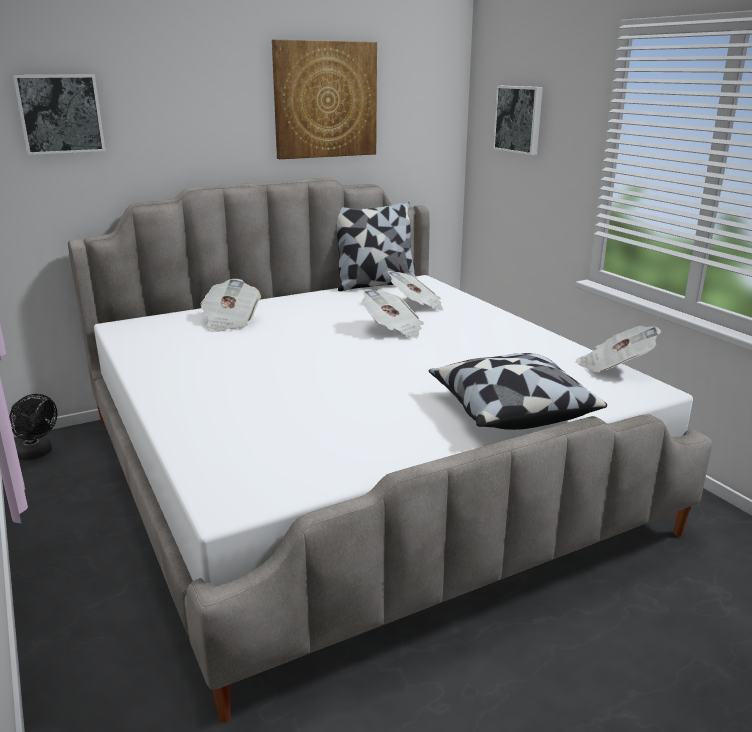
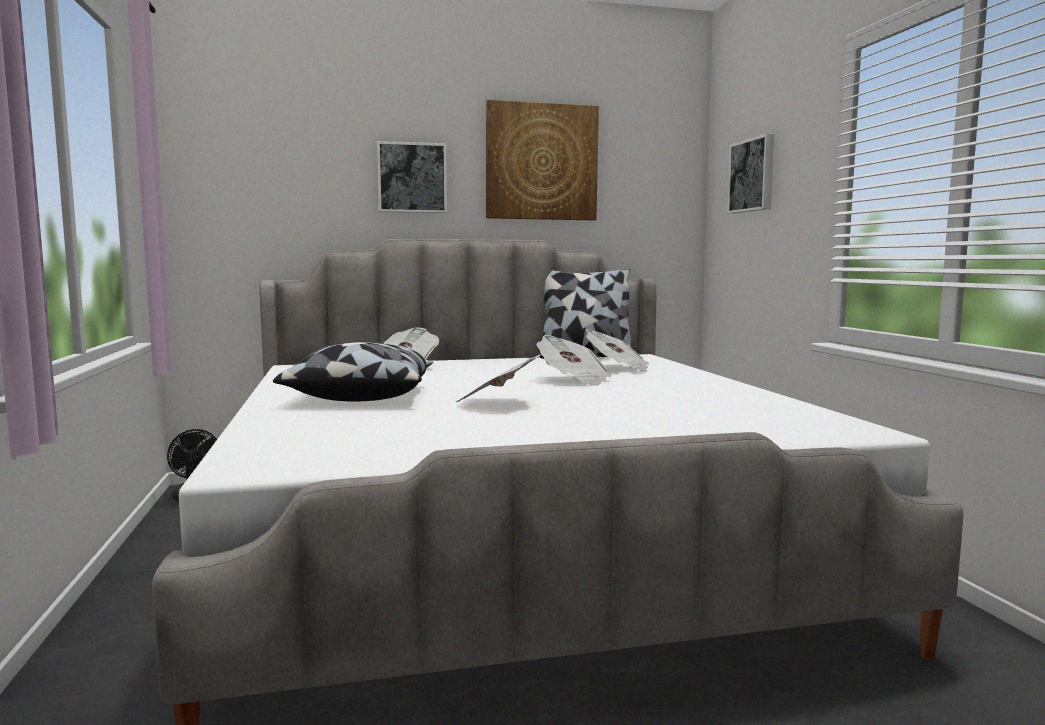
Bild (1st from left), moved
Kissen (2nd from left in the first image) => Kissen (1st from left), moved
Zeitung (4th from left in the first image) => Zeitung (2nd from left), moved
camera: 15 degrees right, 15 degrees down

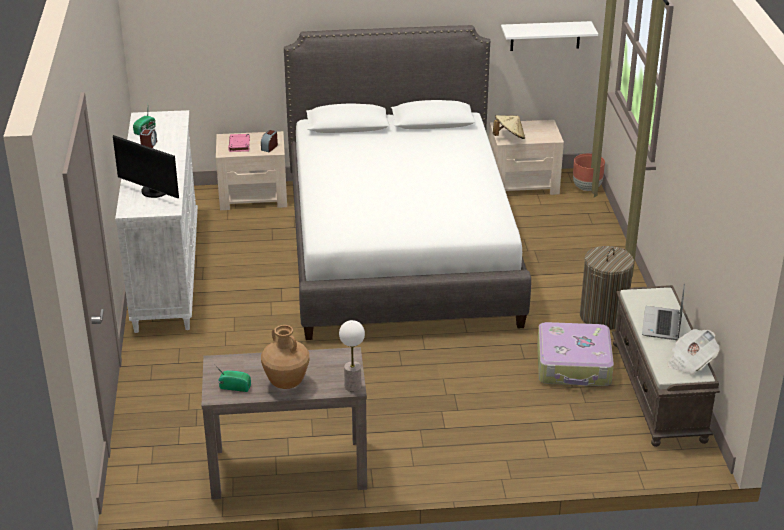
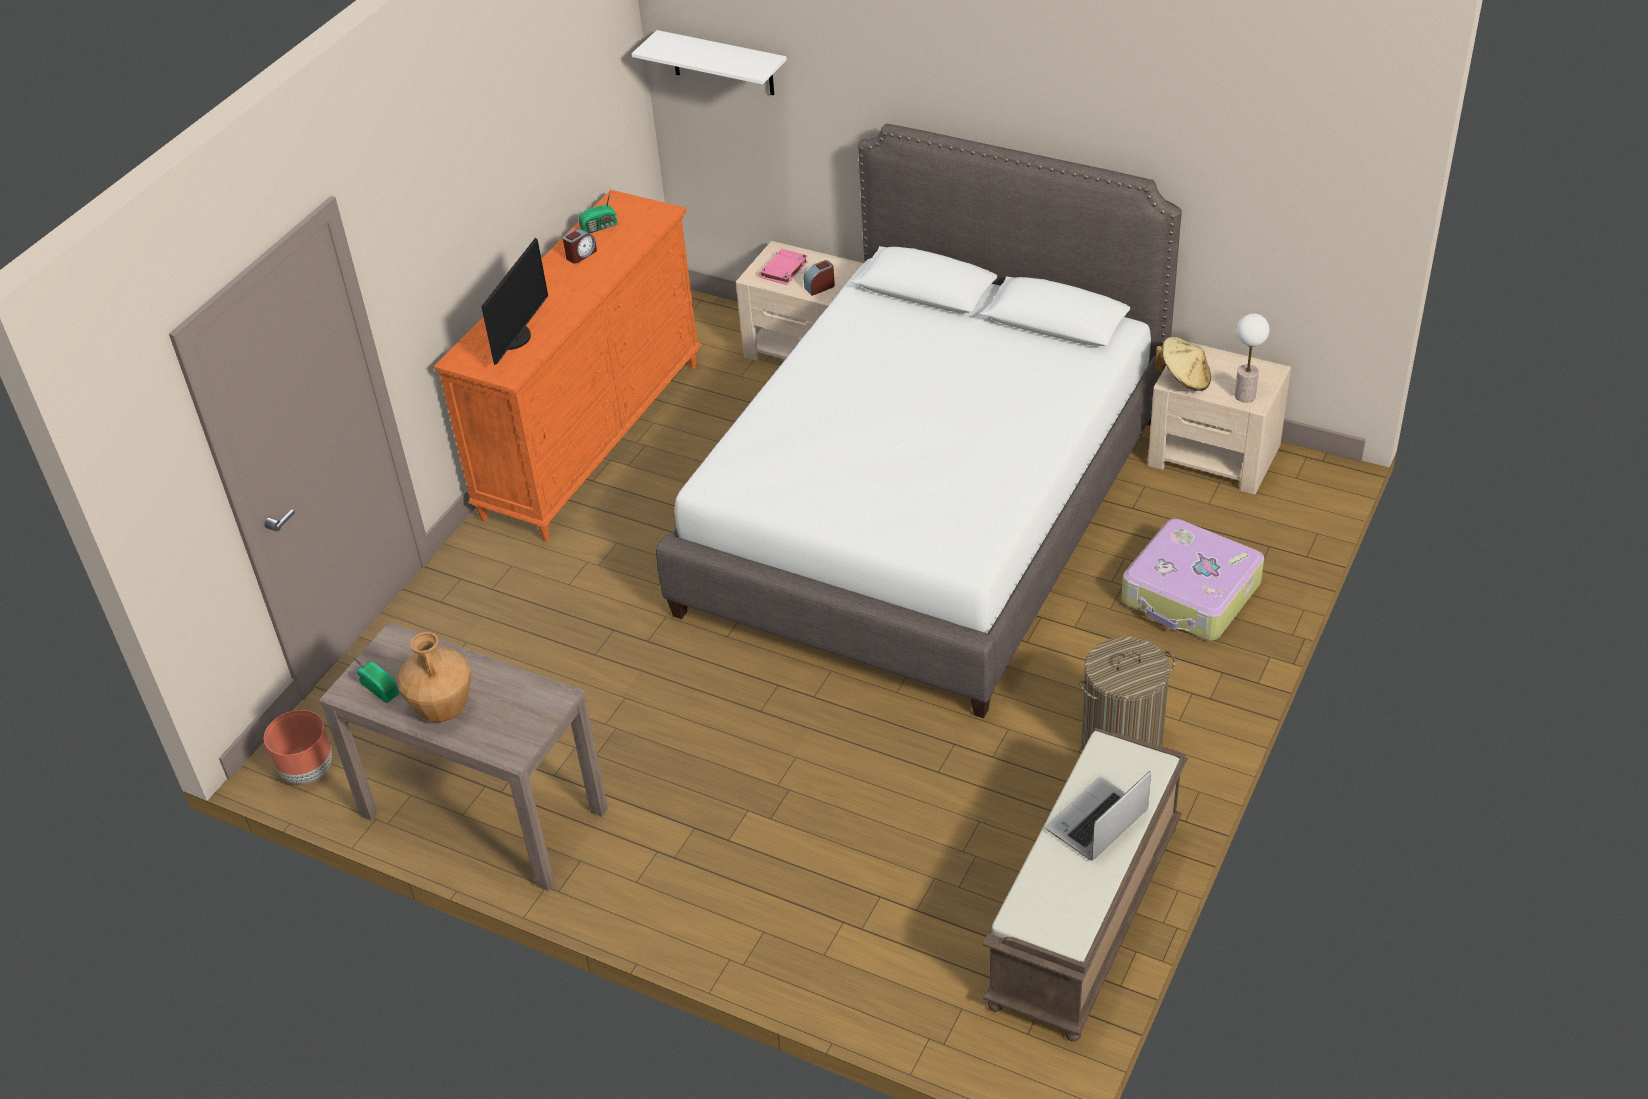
Monitor, 135 degrees counterclockwise
Kommode [weiß] => Kommode [orange]
Tischlampe, moved
Wandregal [weiß], moved
Koffer, moved
Pflanzkübel [braun], moved
Zeitung => nothing
camera: 35 degrees right, 10 degrees up

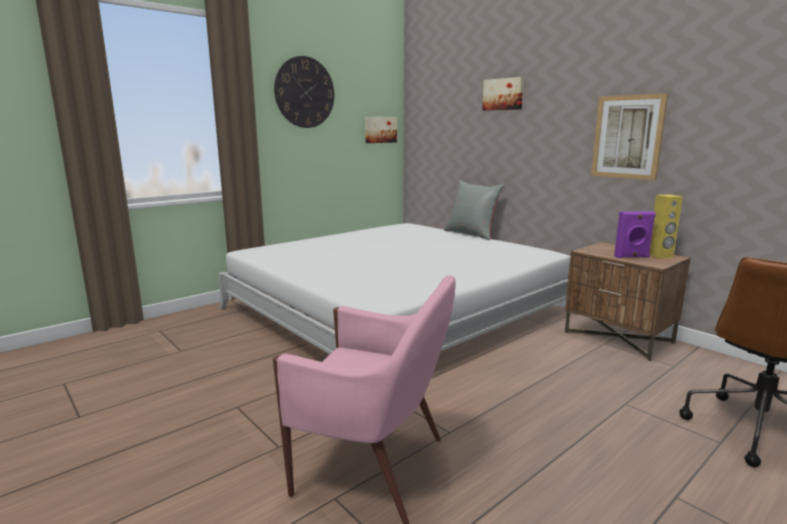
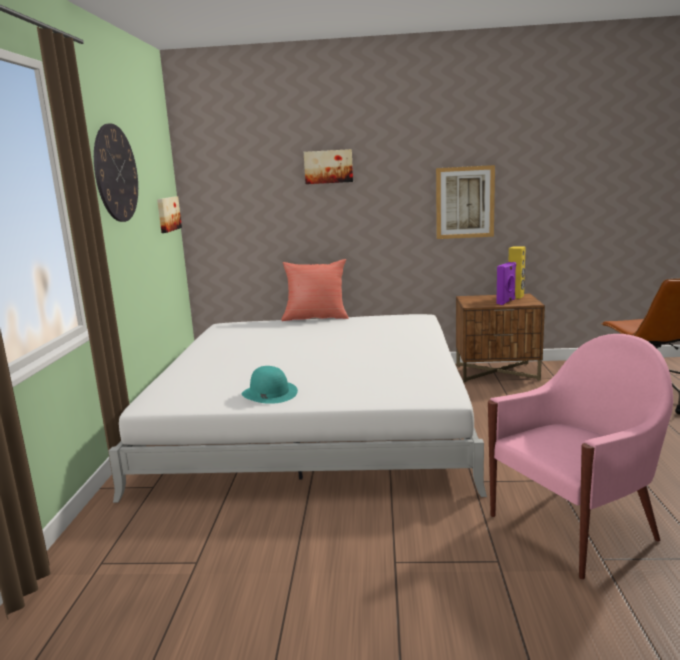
Kissen [grau] => Kissen [rot]
nothing => Hut [türkis]
camera: 45 degrees left, 0 degrees up

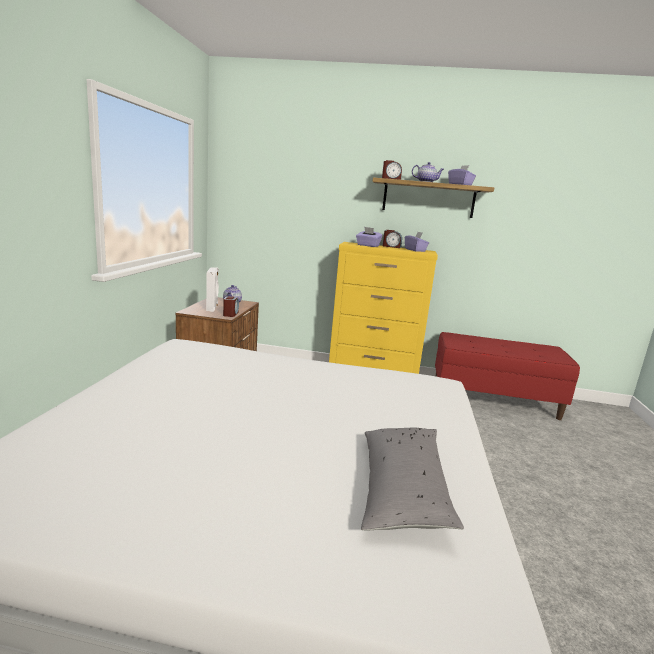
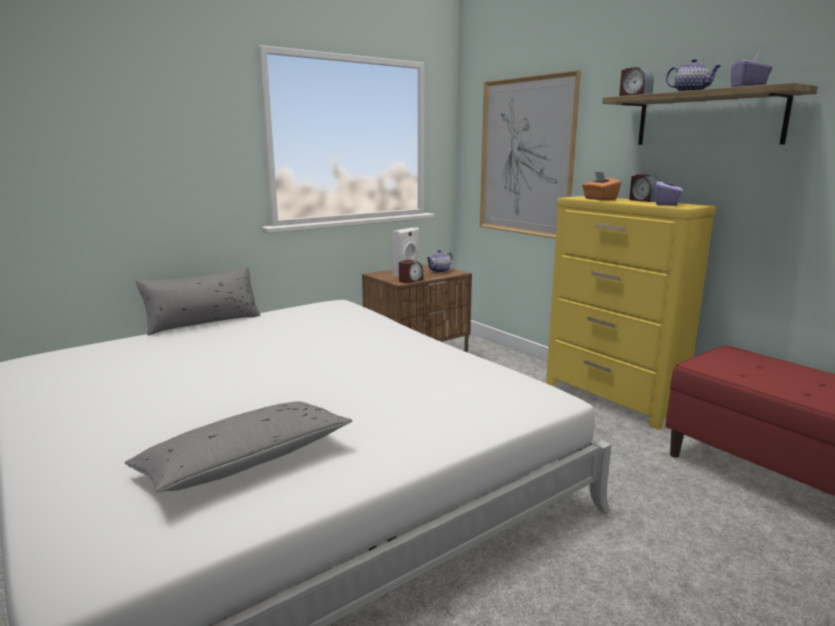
Taschentuchbox [lila] (1st from left) => Taschentuchbox [orange]
nothing => Kissen [grau] (1st from left)
nothing => Bild
camera: 45 degrees right, 0 degrees up

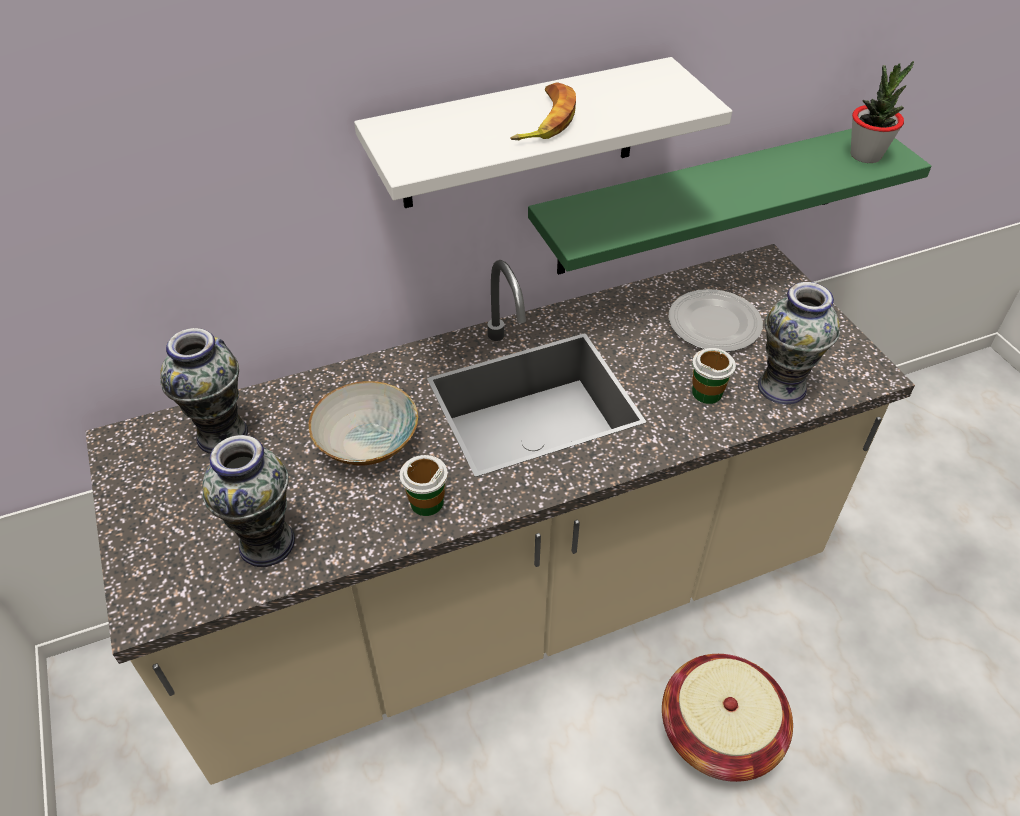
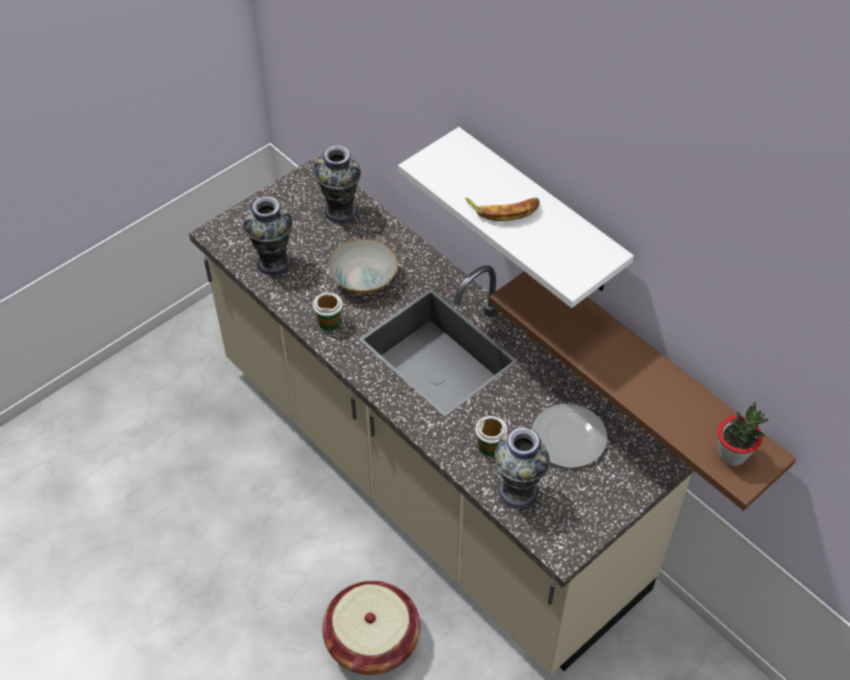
Wandregal [grün] => Wandregal [braun]
camera: 70 degrees right, 5 degrees up

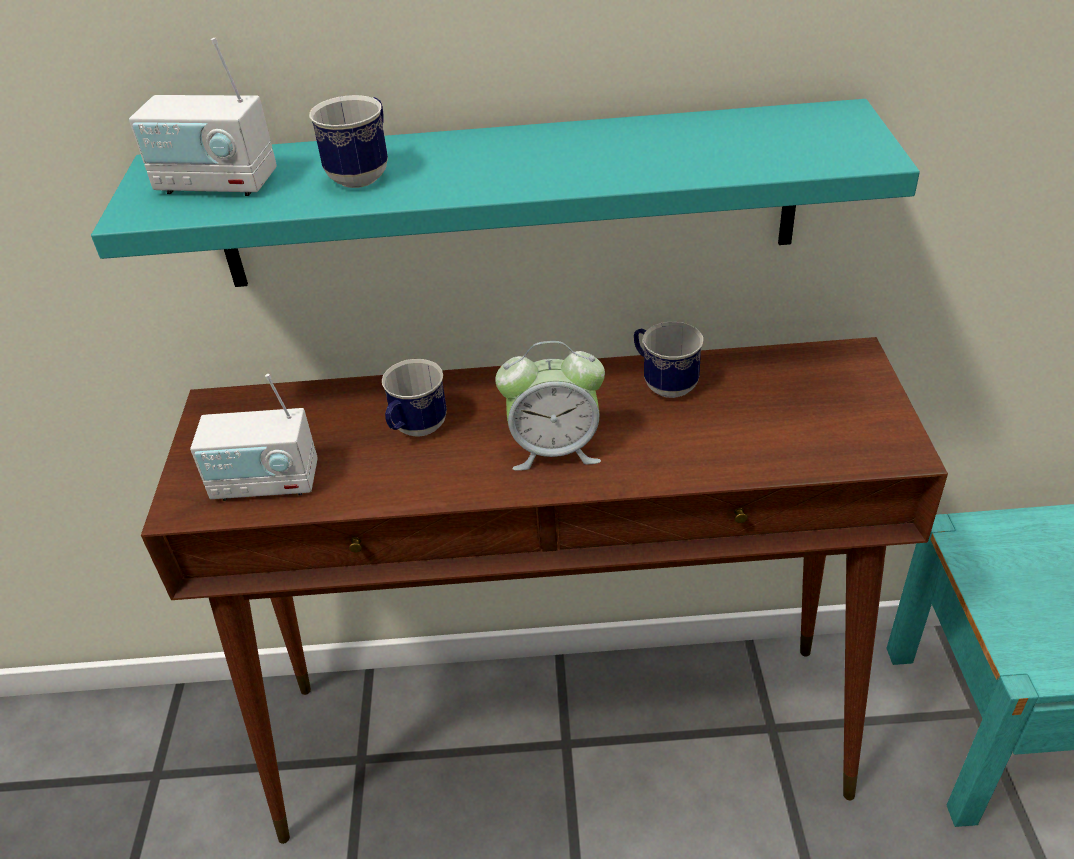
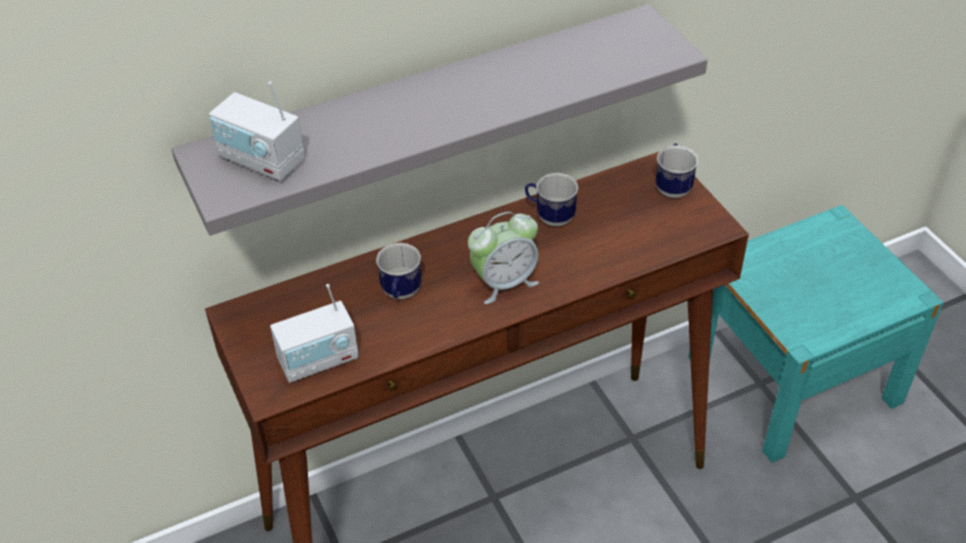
Wandregal [türkis] => Wandregal [grau]
Radio (1st from left), 45 degrees clockwise
Henkelbecher (1st from left in the first image) => Henkelbecher (3rd from left), moved
camera: 25 degrees left, 5 degrees up

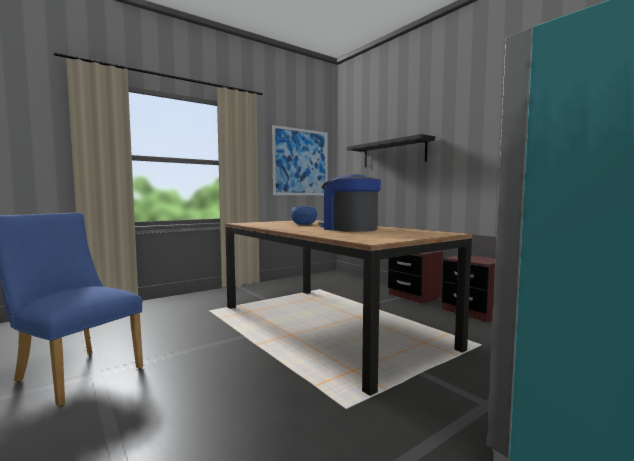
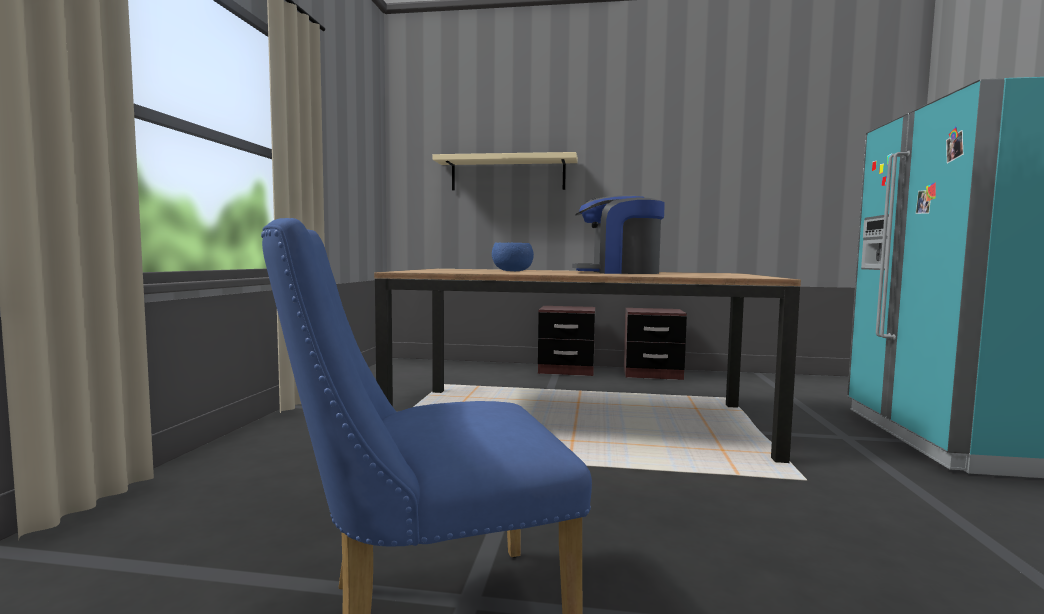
Bild => nothing
Wandregal [schwarz] => Wandregal [beige]
camera: 45 degrees left, 0 degrees up

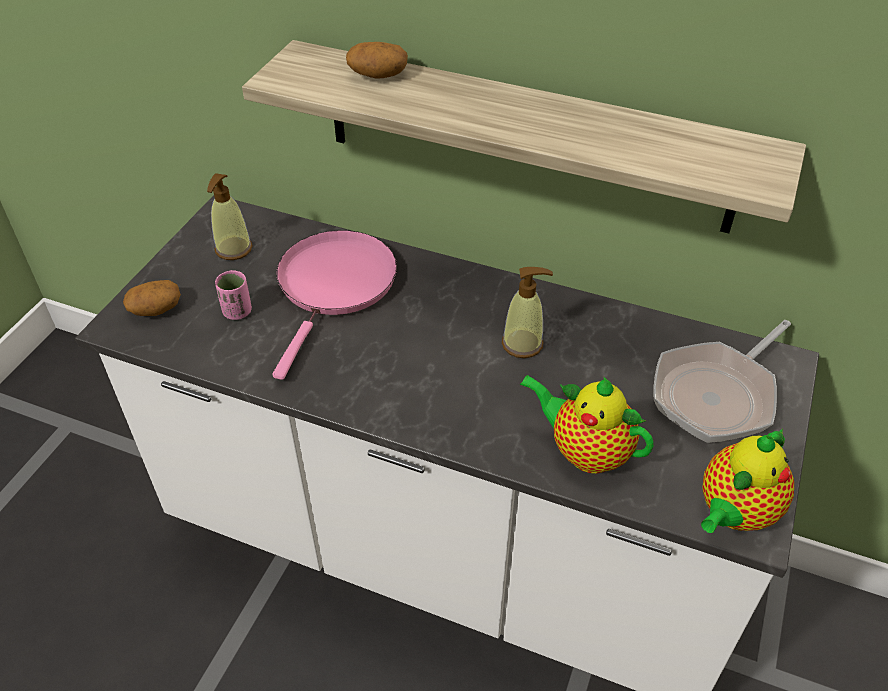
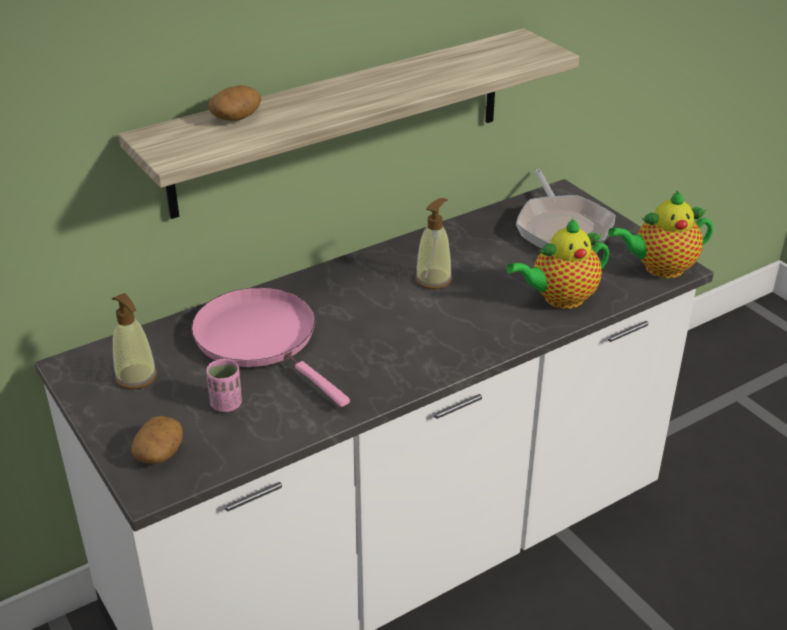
Teekanne (2nd from left), 90 degrees clockwise
camera: 55 degrees left, 10 degrees down

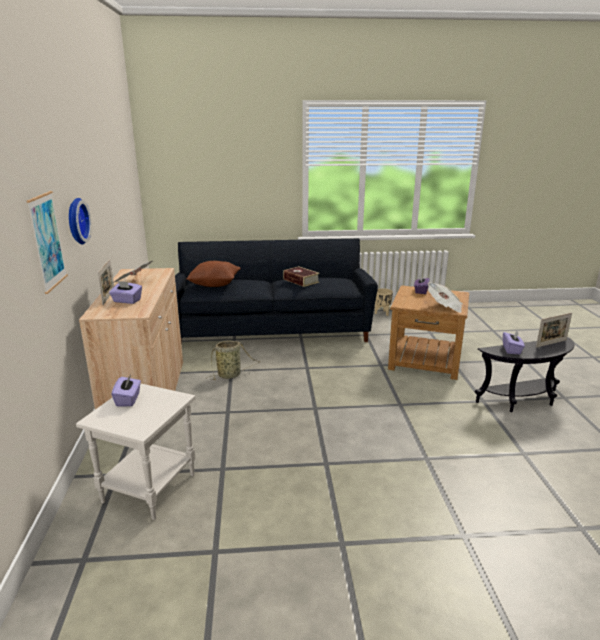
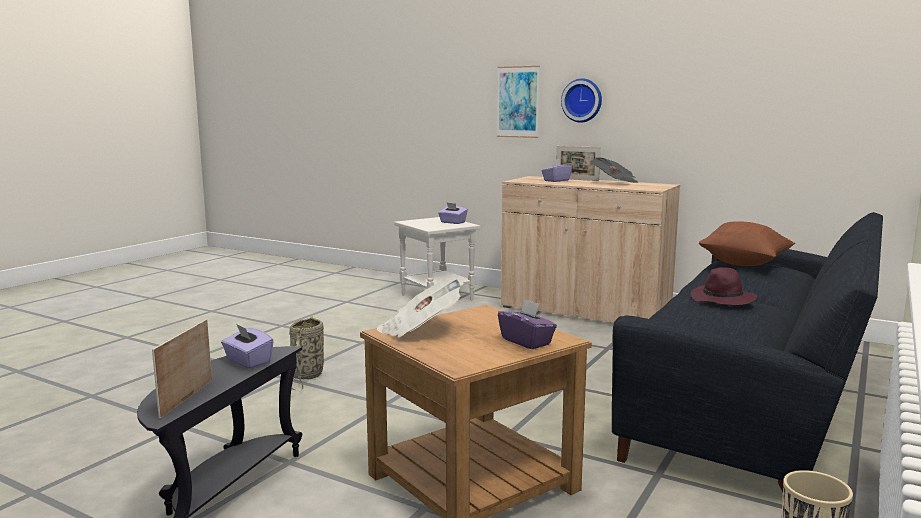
Korb, moved
Buch => Hut [lila]
camera: 125 degrees right, 10 degrees down

